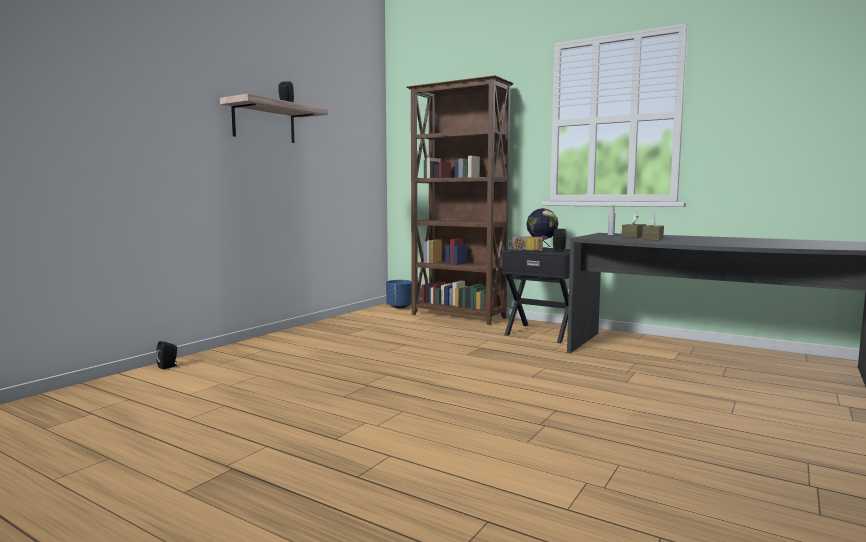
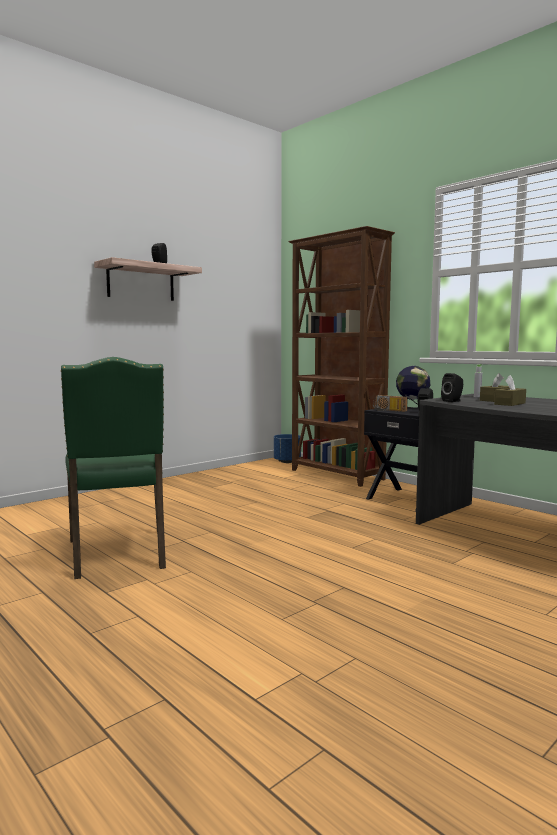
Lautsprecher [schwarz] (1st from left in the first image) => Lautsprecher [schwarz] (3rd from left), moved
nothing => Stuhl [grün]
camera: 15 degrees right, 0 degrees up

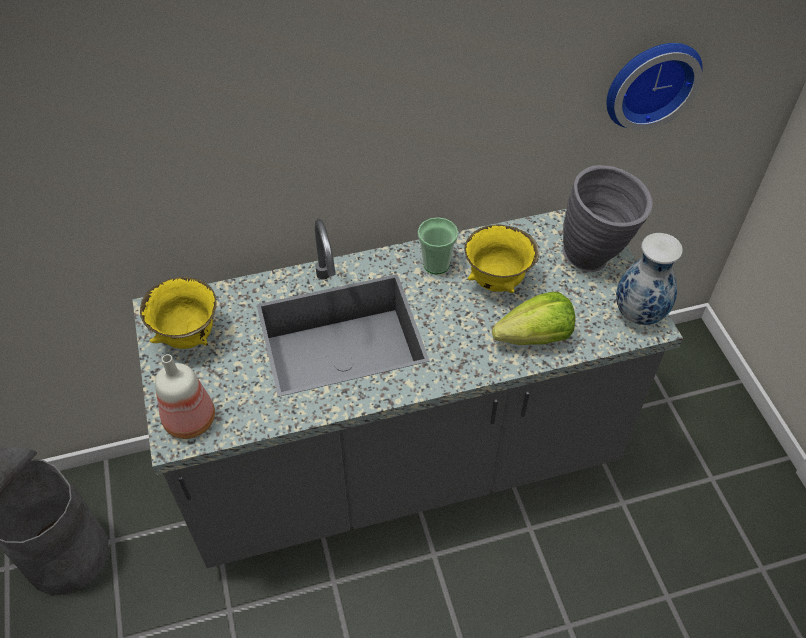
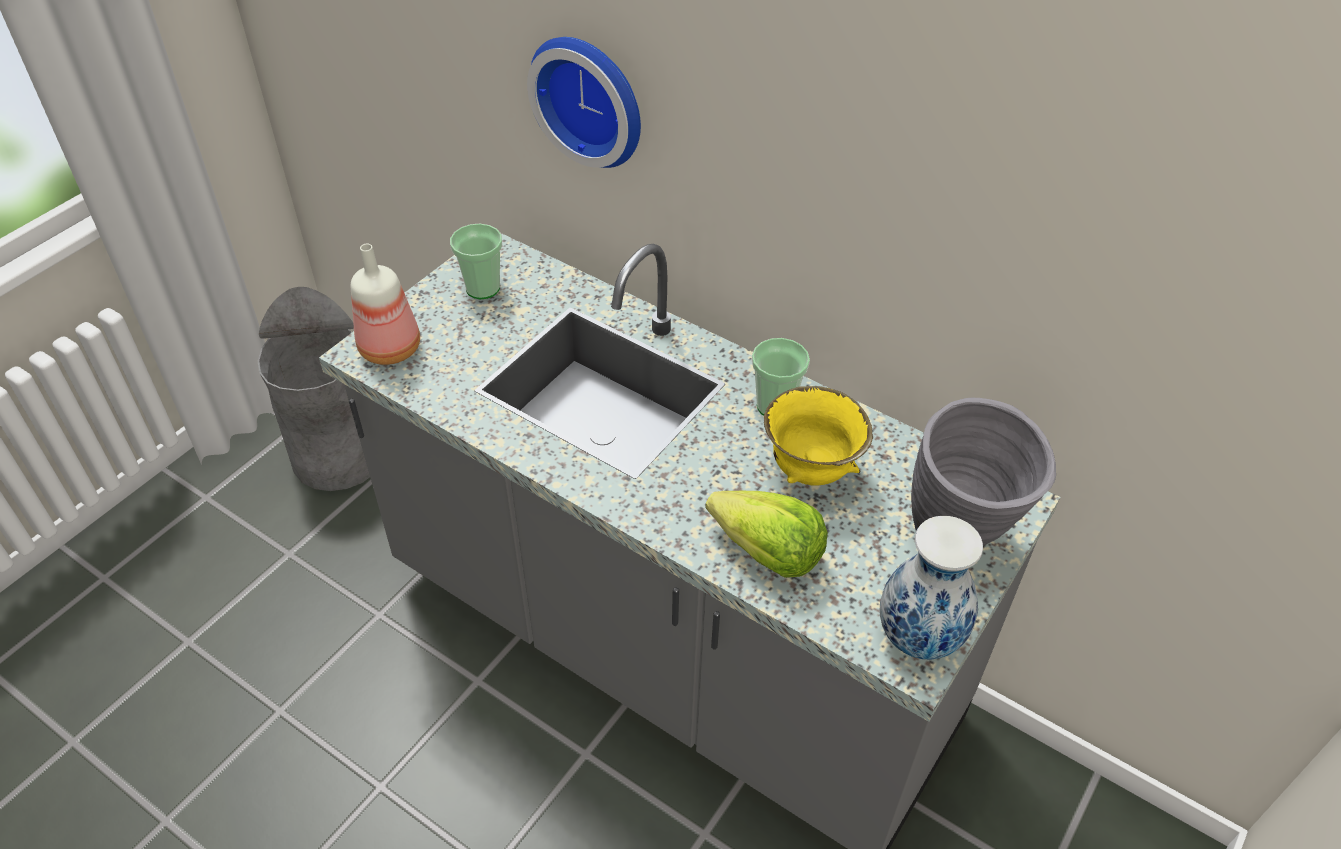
Schüssel [gelb] (1st from left) => Tasse (1st from left)
Wanduhr, moved
camera: 50 degrees right, 5 degrees down

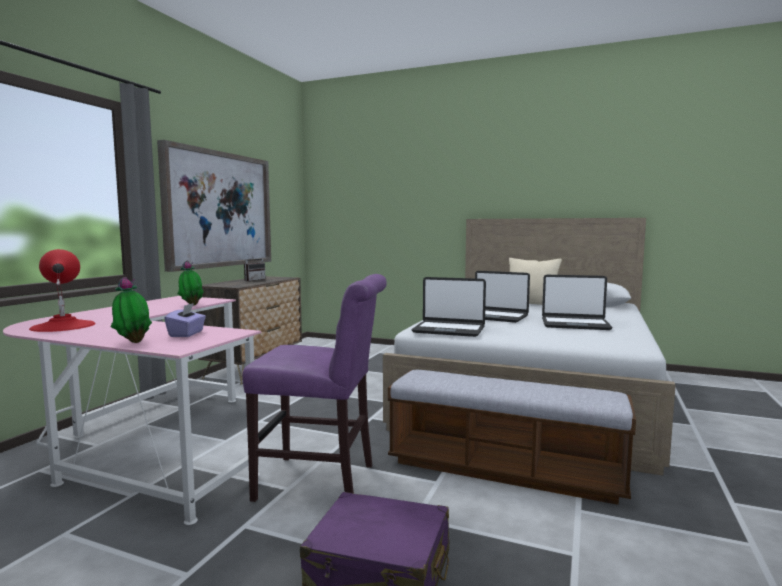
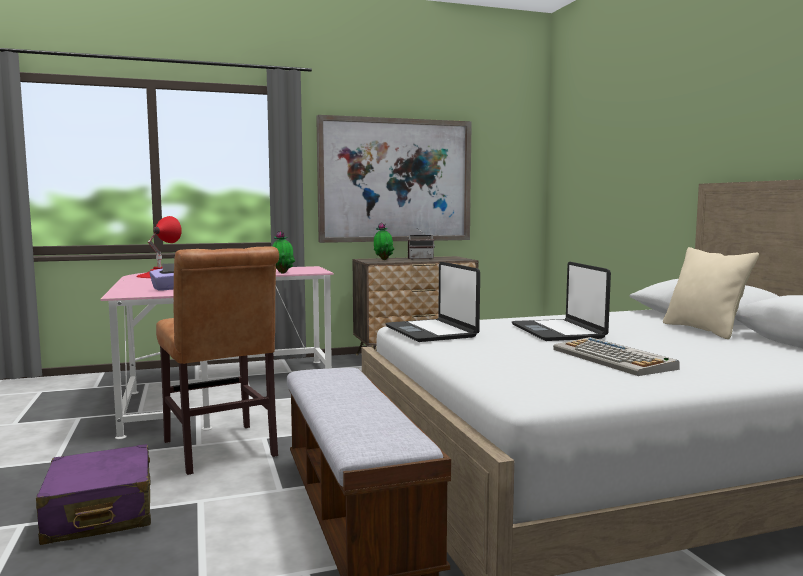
Topfpflanze (1st from left in the first image) => Topfpflanze (2nd from left), moved
Stuhl [lila] => Stuhl [braun]
Laptop (3rd from left) => Tastatur
camera: 50 degrees right, 0 degrees up

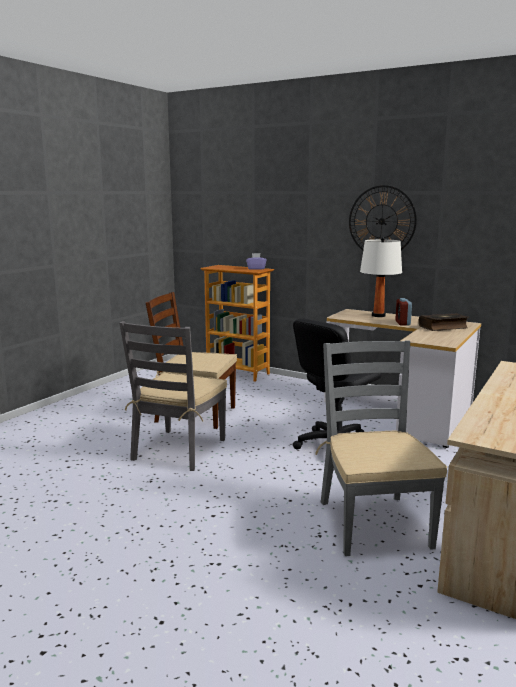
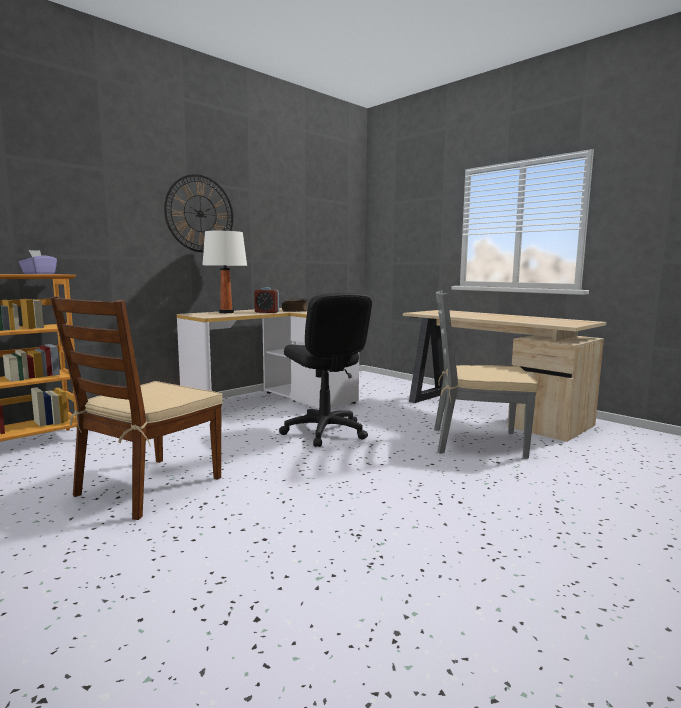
Stuhl [grau] (1st from left) => nothing
camera: 75 degrees left, 5 degrees down

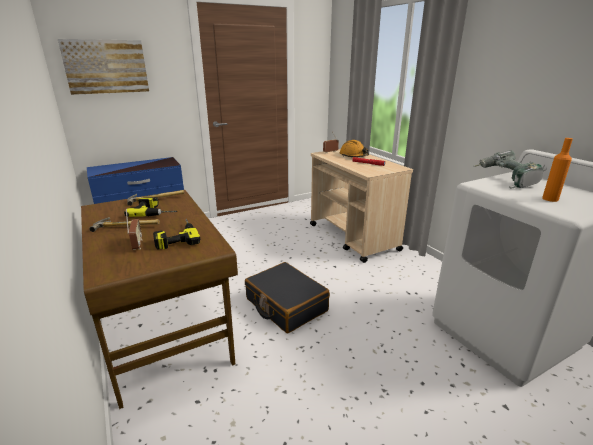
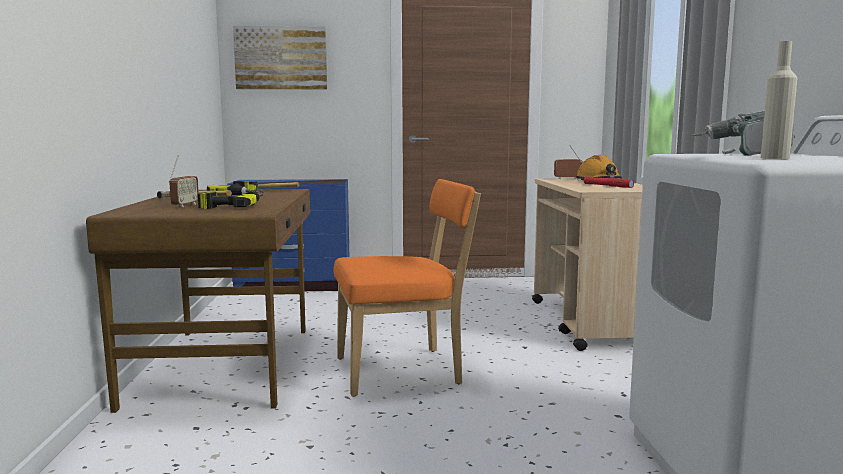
Koffer [schwarz] => Stuhl [orange]
Flasche [orange] => Flasche [beige]
camera: 25 degrees right, 15 degrees down

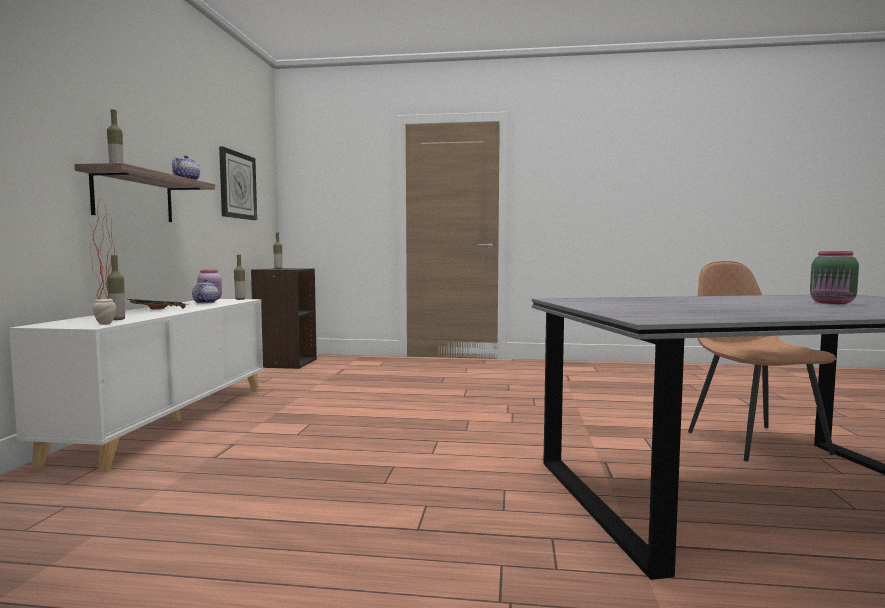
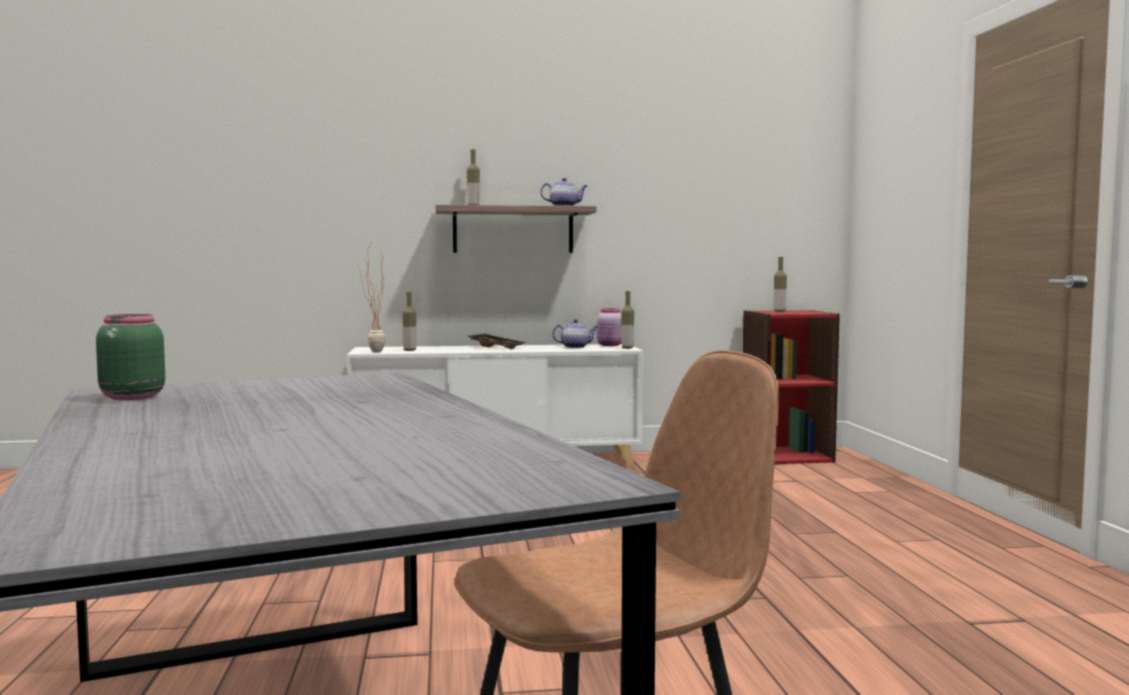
Wanduhr => nothing
Bücherregal [schwarz] => Bücherregal [rot]
Vorratsglas [grün], moved
camera: 75 degrees right, 0 degrees up

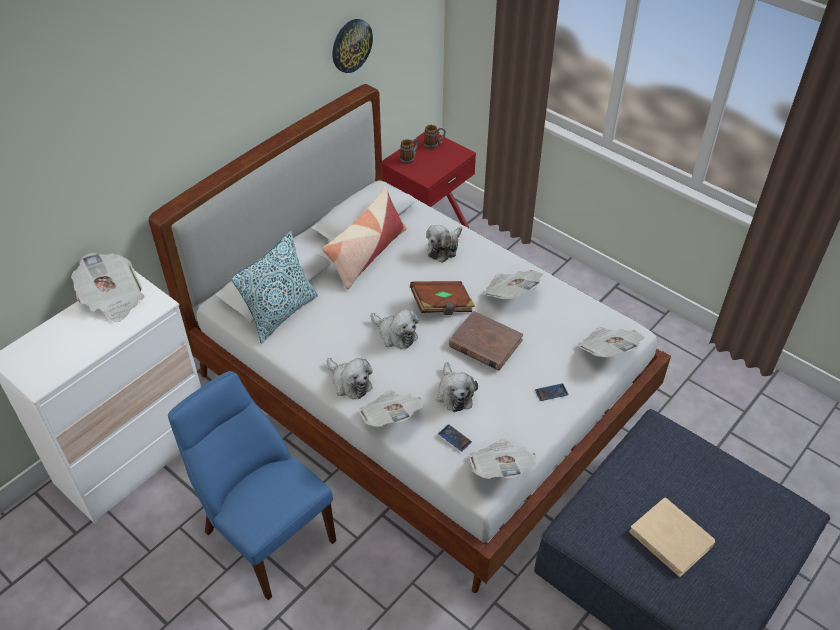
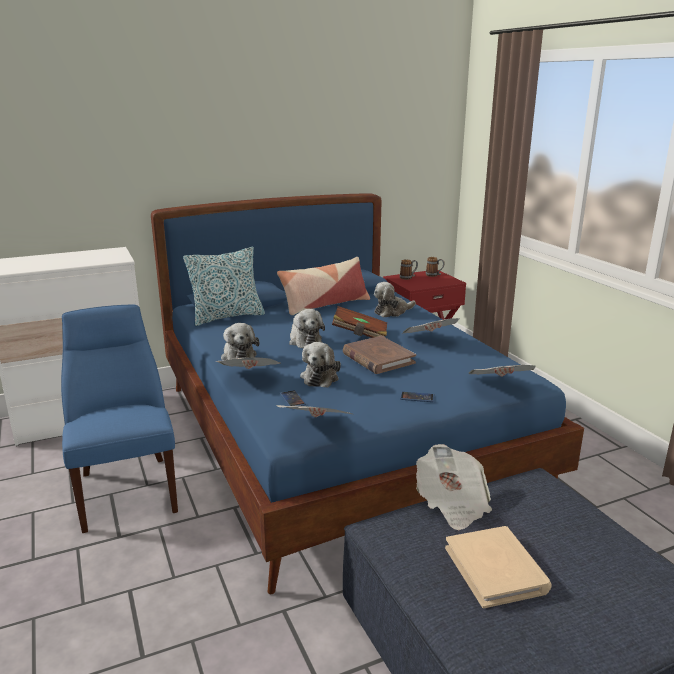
Zeitung (1st from left in the first image) => Zeitung (4th from left), moved
Bett [weiß] => Bett [blau]
Wanduhr => nothing
camera: 25 degrees right, 25 degrees down

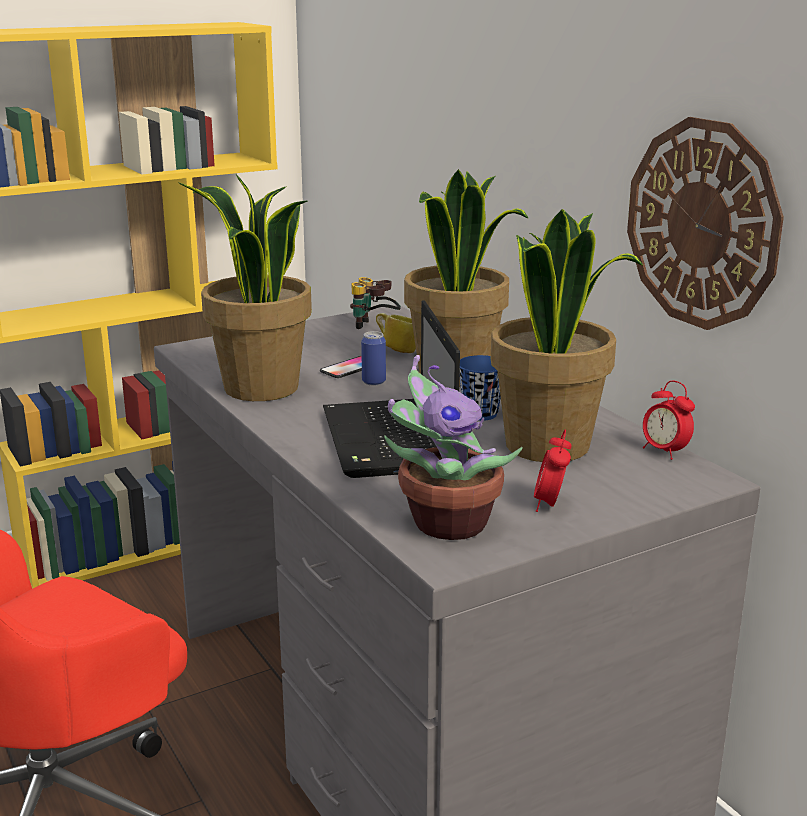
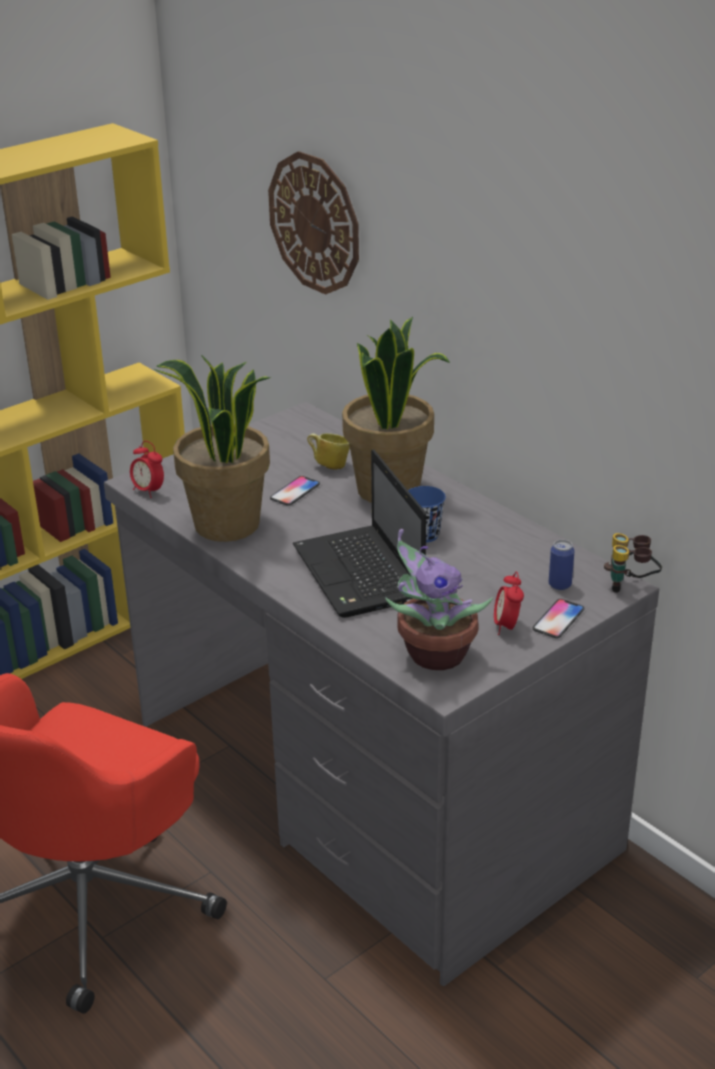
Fernglas, moved
Dose, moved
Topfpflanze (4th from left) => nothing
Wanduhr, moved
Wecker (2nd from left in the first image) => Wecker (1st from left), moved
nothing => Handy (2nd from left)
camera: 10 degrees left, 10 degrees up

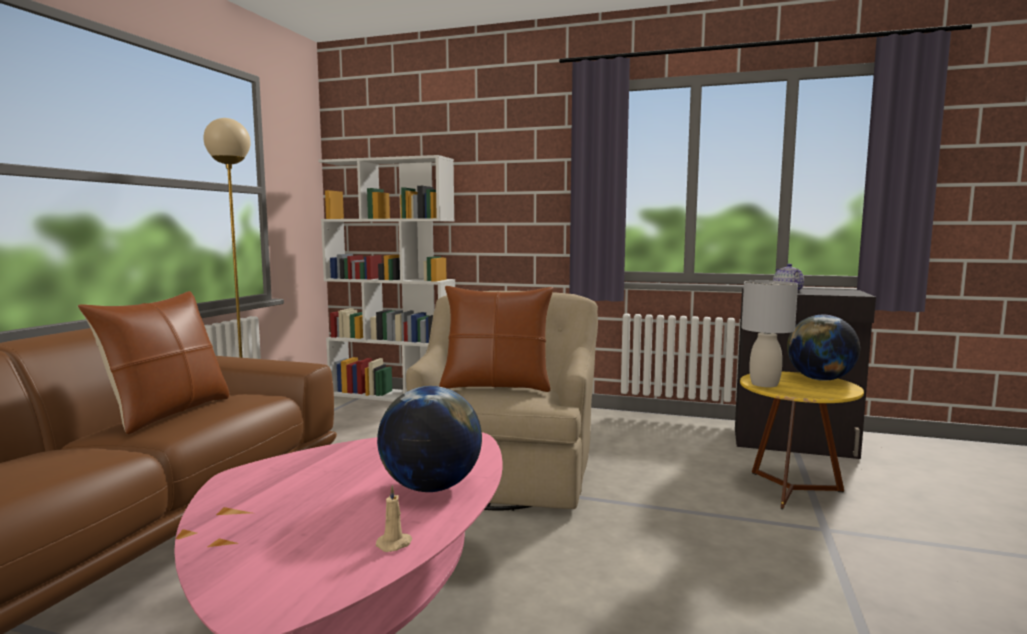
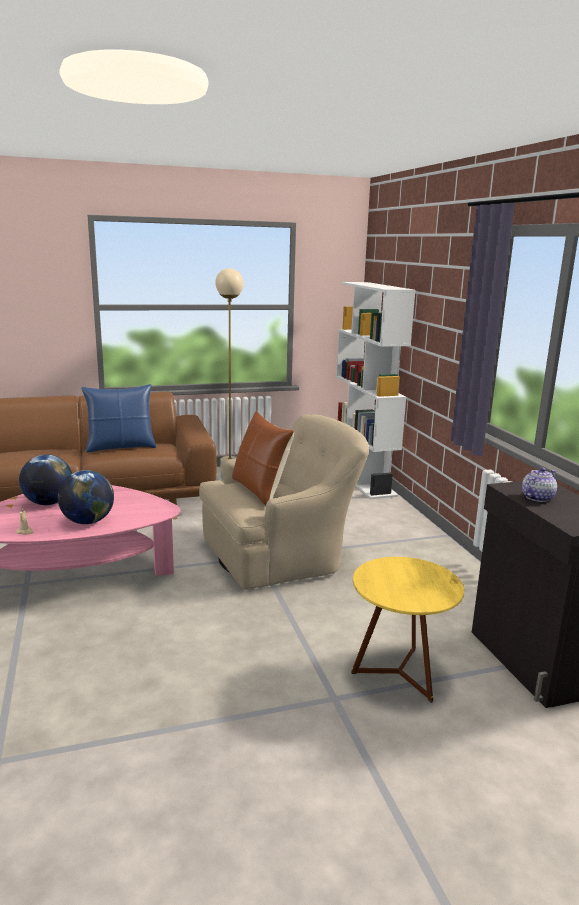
Kissen [braun] (1st from left) => Kissen [blau]
Tischlampe [grau] => nothing
Globus (2nd from left in the first image) => Globus (1st from left), moved
camera: 55 degrees right, 10 degrees up

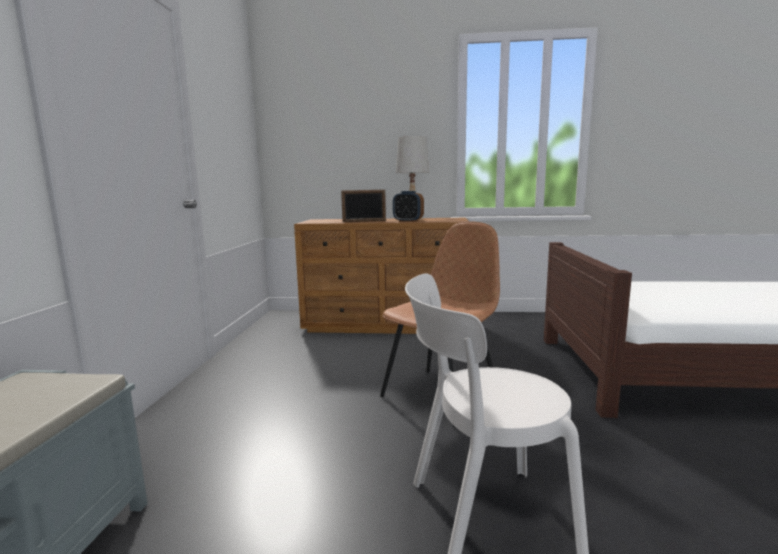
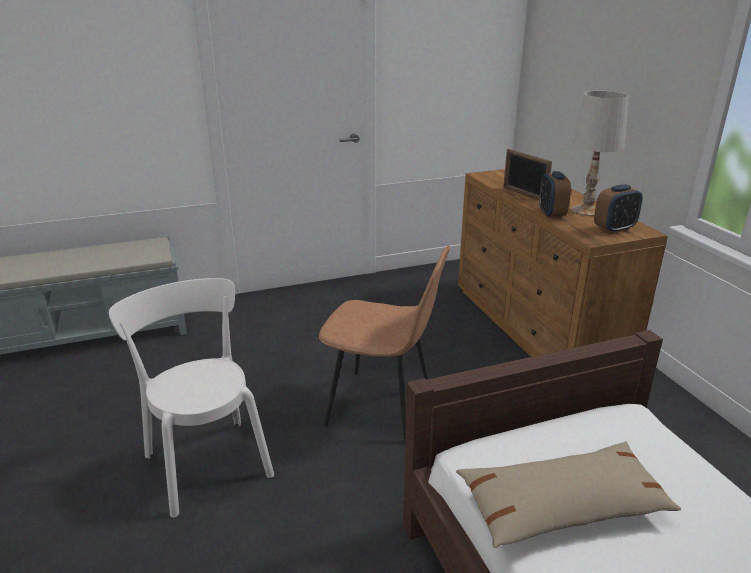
nothing => Kissen [beige]
nothing => Wecker (2nd from left)
camera: 65 degrees right, 15 degrees up

